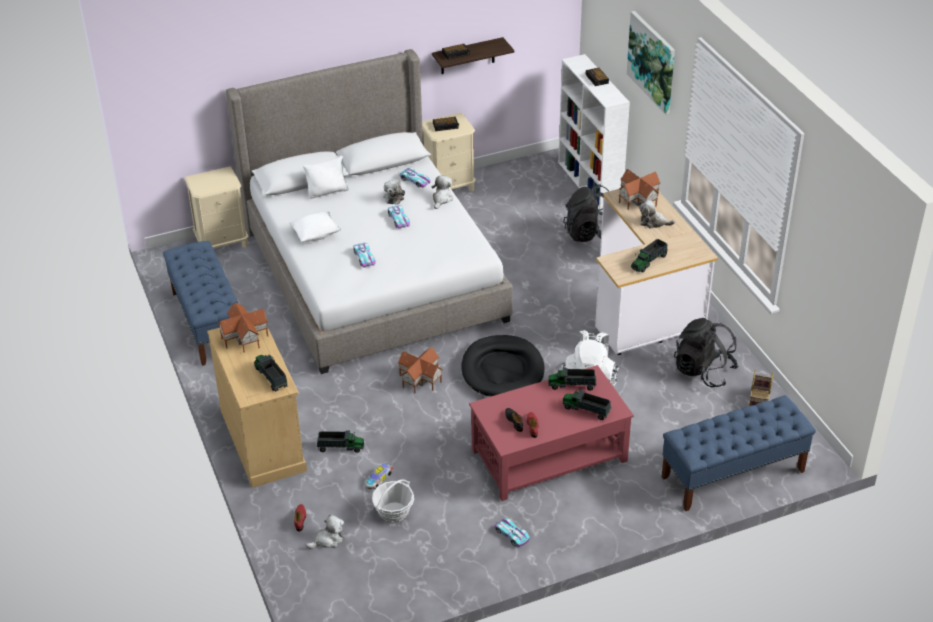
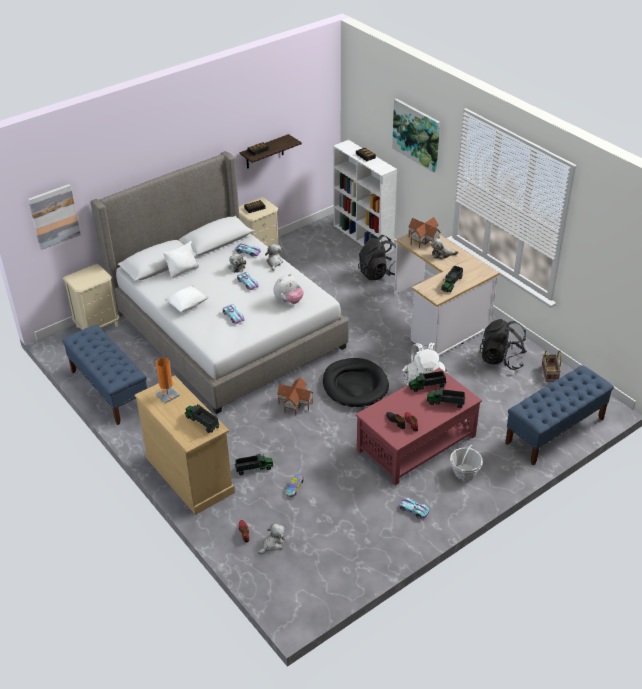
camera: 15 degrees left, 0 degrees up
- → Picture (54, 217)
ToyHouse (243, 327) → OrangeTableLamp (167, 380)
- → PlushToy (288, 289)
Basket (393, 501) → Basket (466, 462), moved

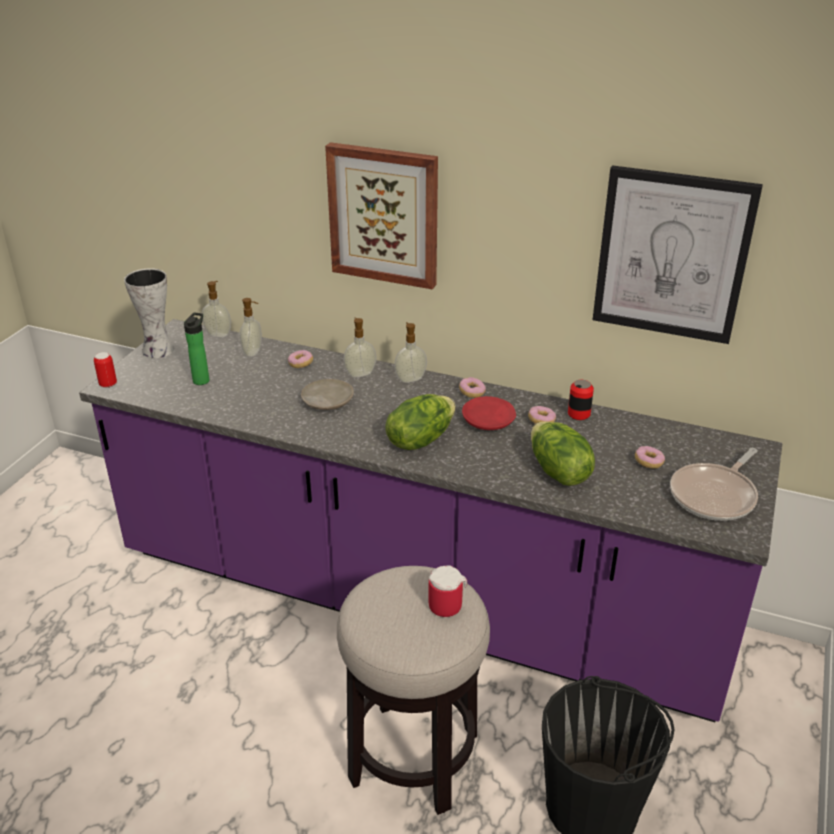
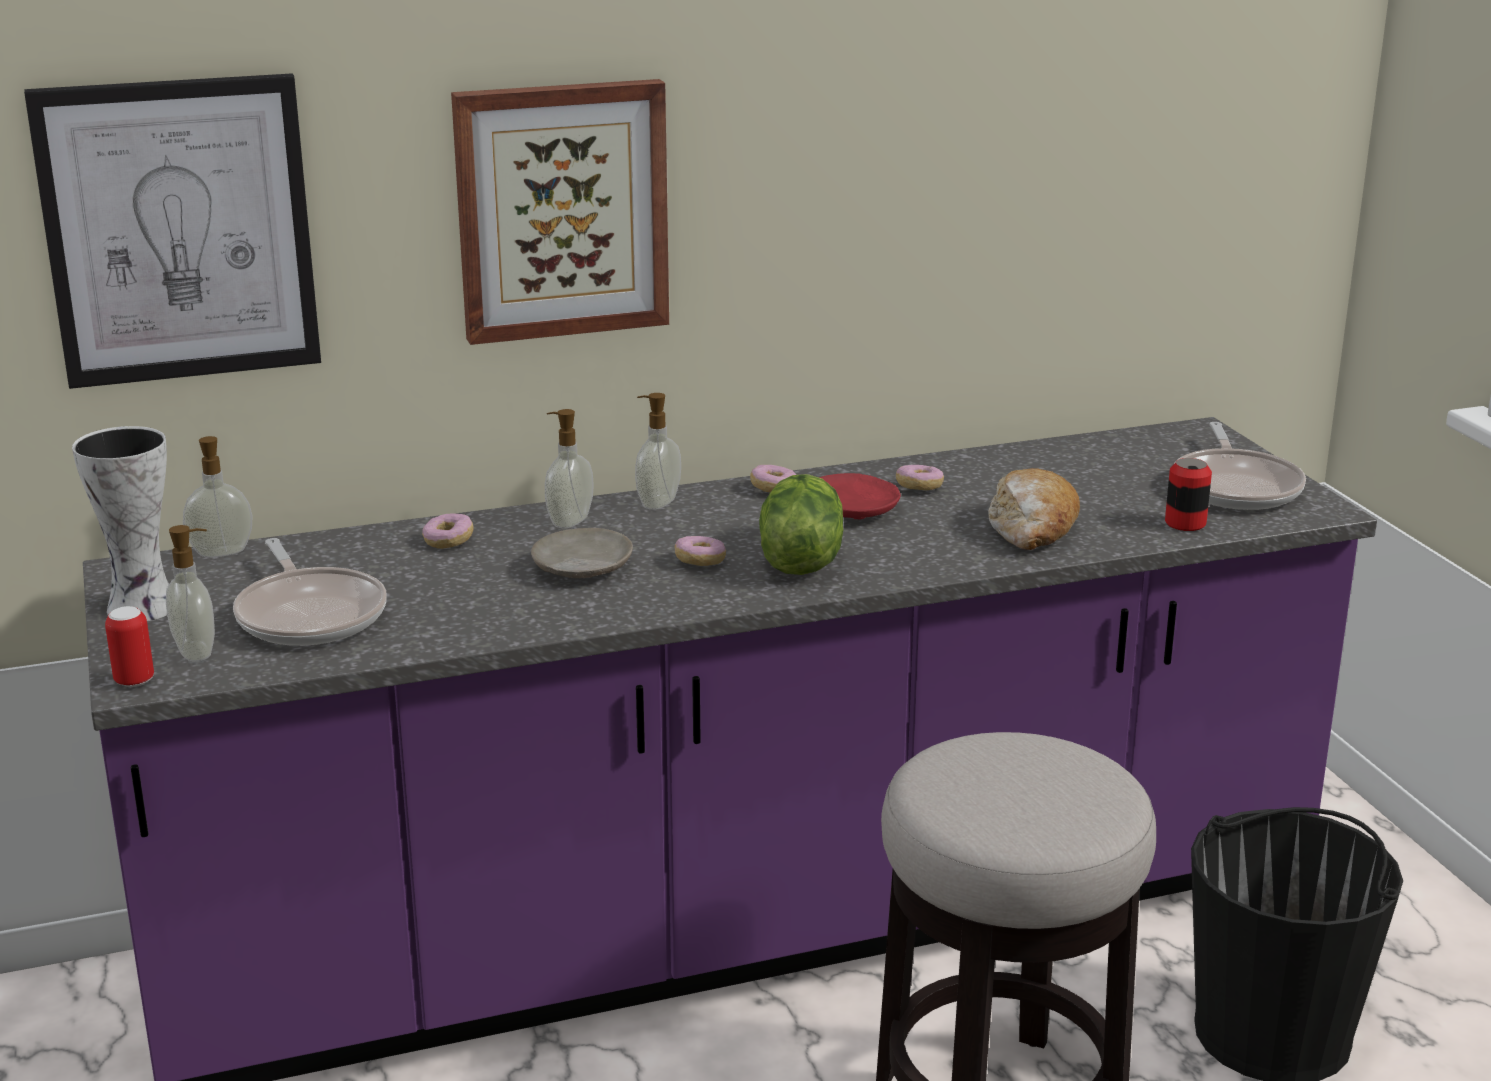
camera: 40 degrees left, 10 degrees down
Picture (678, 254) → Picture (172, 231), moved
SoapDispenser (251, 327) → SoapDispenser (190, 593), moved
Bottle (196, 349) → FryingPan (310, 592)
Donut (650, 457) → Donut (700, 551), moved
Lettuce (563, 454) → Bread (1034, 509)
Can (581, 400) → Can (1188, 494), moved
Mug (448, 591) → -

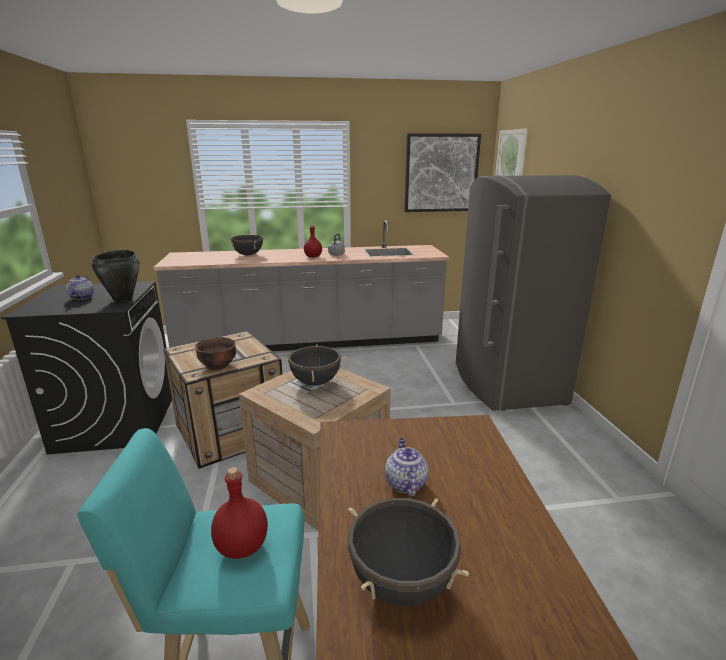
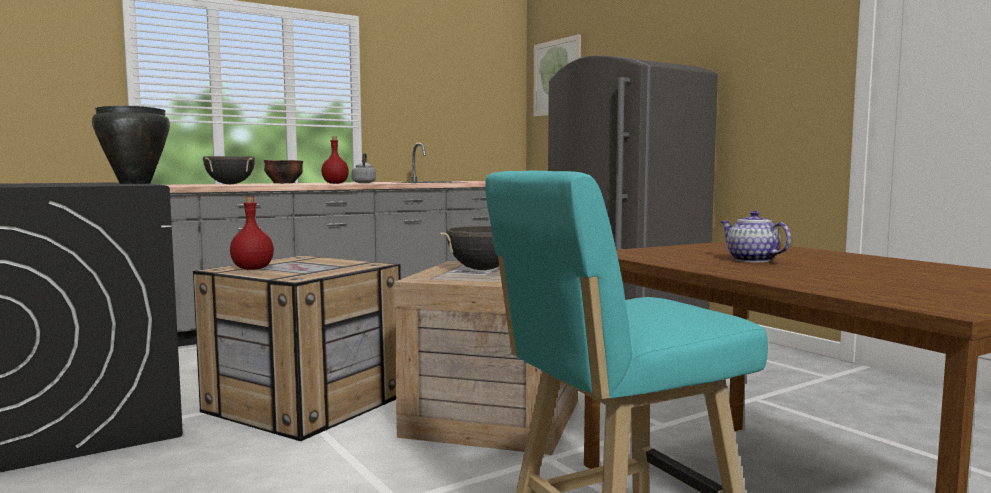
camera: 25 degrees left, 15 degrees down
RedBottle (239, 513) → RedBottle (252, 233), moved
BrownBowl (215, 353) → BrownBowl (283, 172), moved
Teapot (80, 287) → -
BlackCookingPot (408, 552) → -
Picture (442, 172) → -

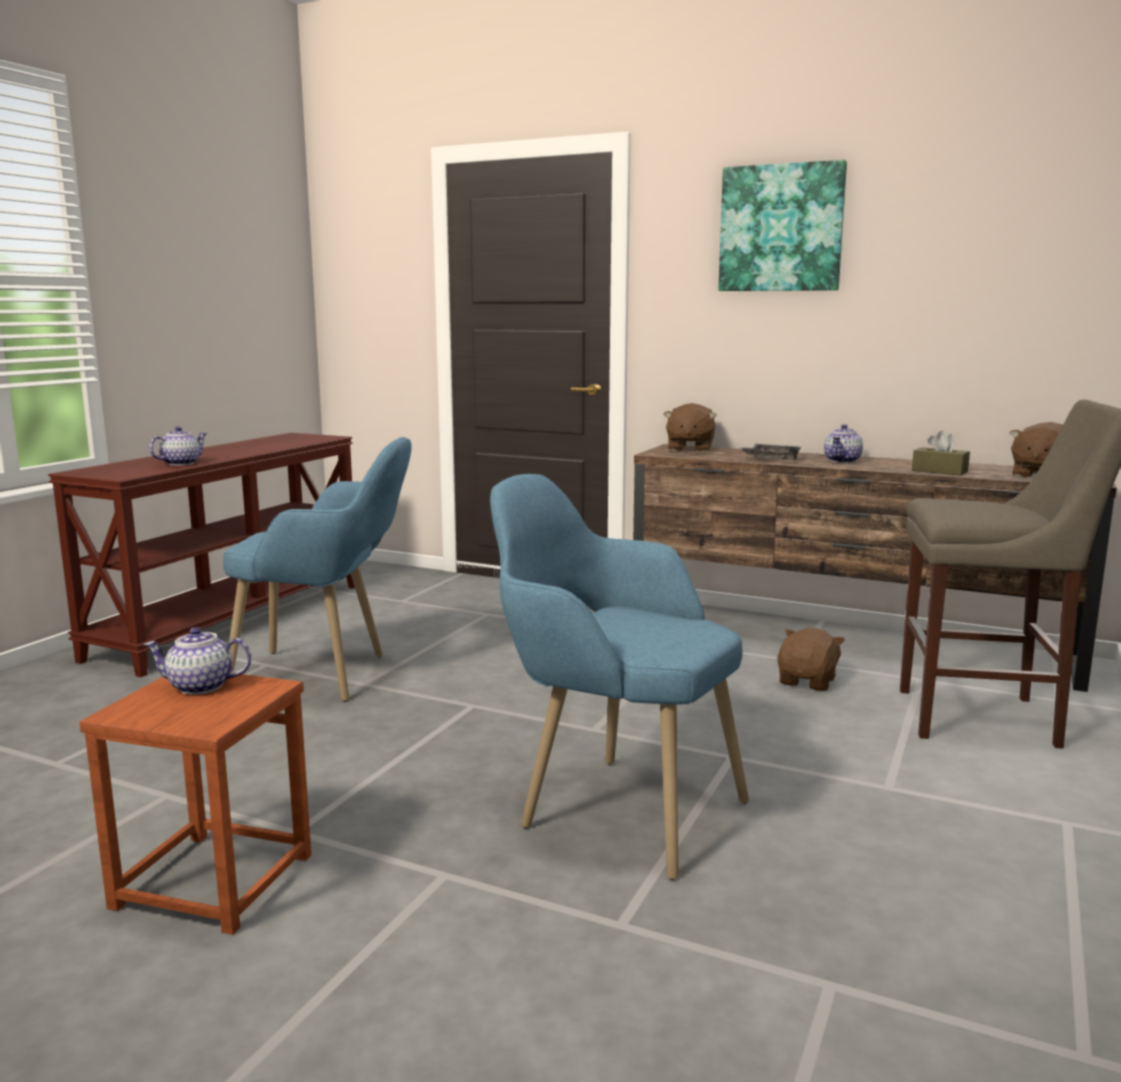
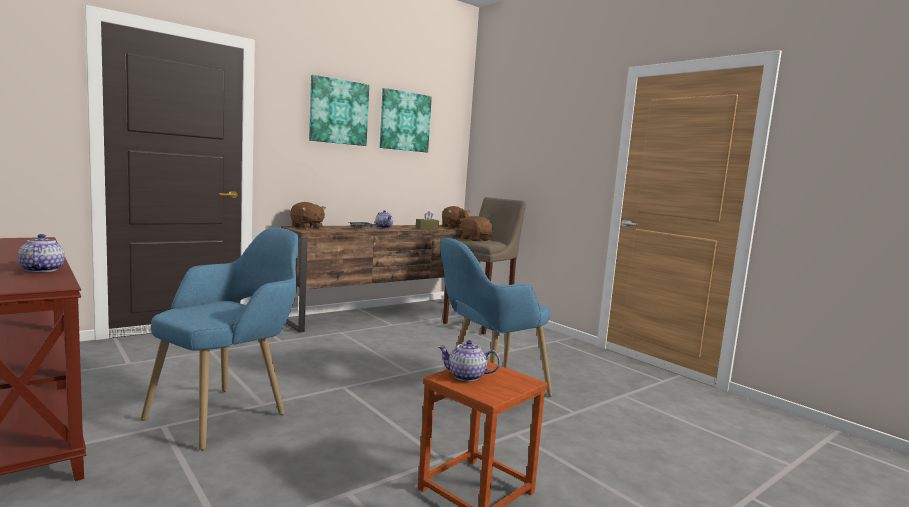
camera: 65 degrees left, 5 degrees down
- → Picture (406, 120)
Teapot (197, 661) → Teapot (469, 361), 75 degrees clockwise
BrownPlushToy (811, 659) → BrownPlushToy (476, 228), moved

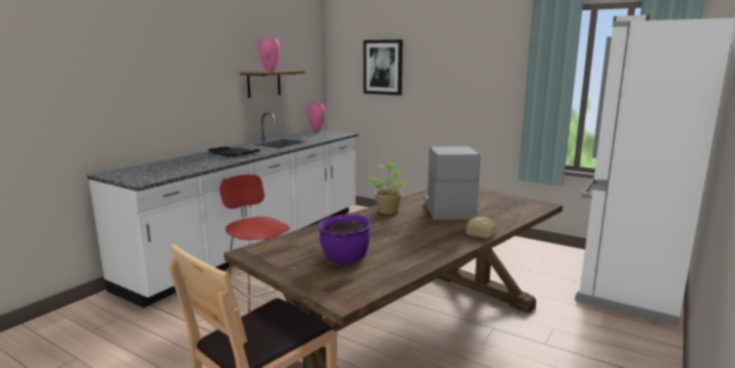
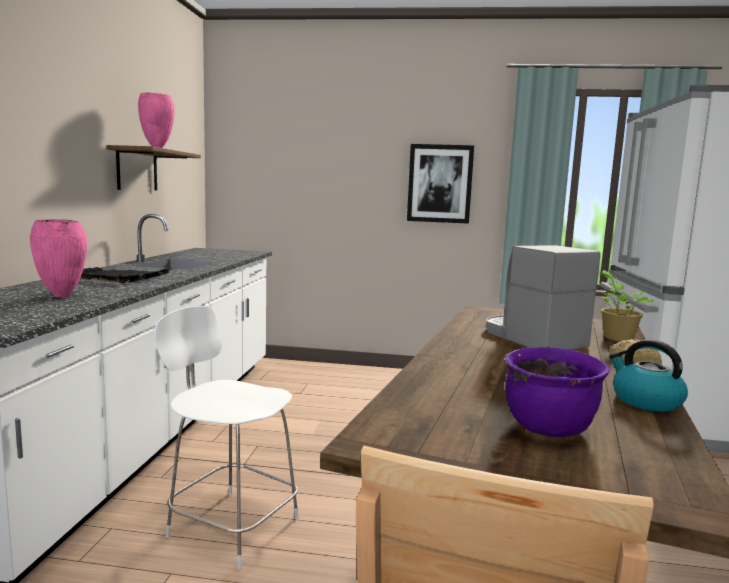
camera: 25 degrees left, 5 degrees down
PinkVase (316, 117) → PinkVase (58, 258), moved
RedStool (255, 243) → WhiteStool (226, 437)
Picture (383, 67) → Picture (440, 184), moved
PottedPlant (386, 188) → PottedPlant (626, 305), moved
- → Kettle (648, 376)

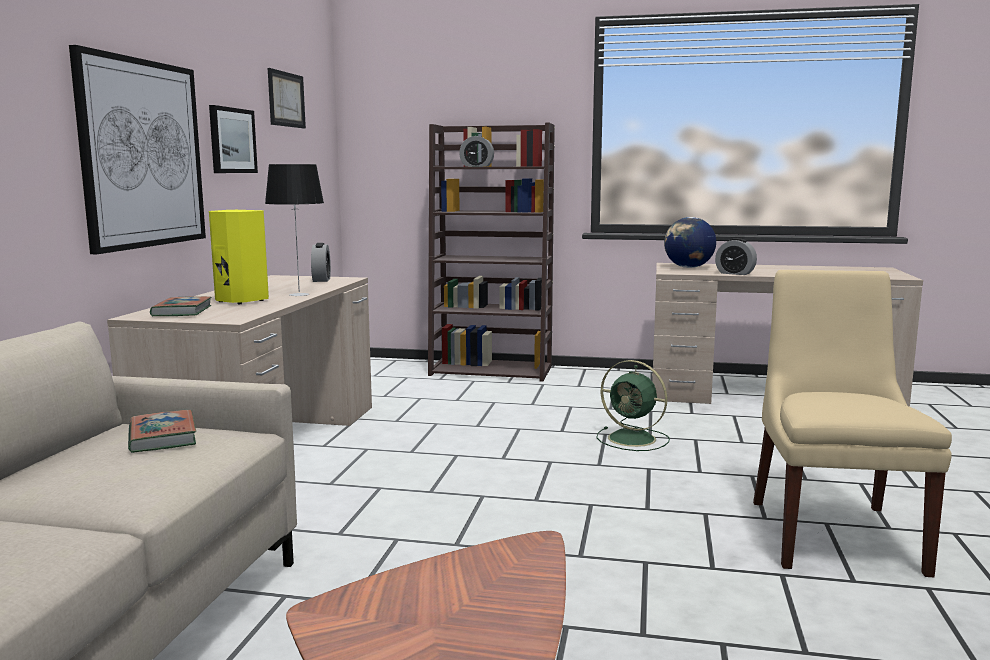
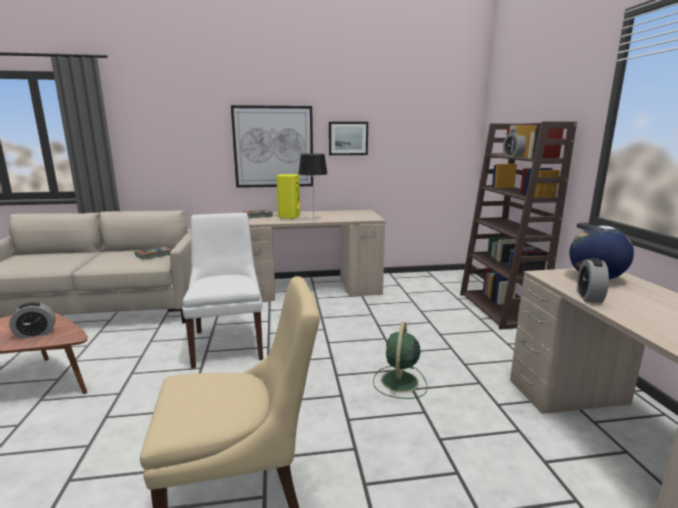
camera: 70 degrees right, 5 degrees up
AlarmClock (321, 262) → AlarmClock (32, 320), moved
- → WhiteChair (223, 291)
Picture (287, 98) → -

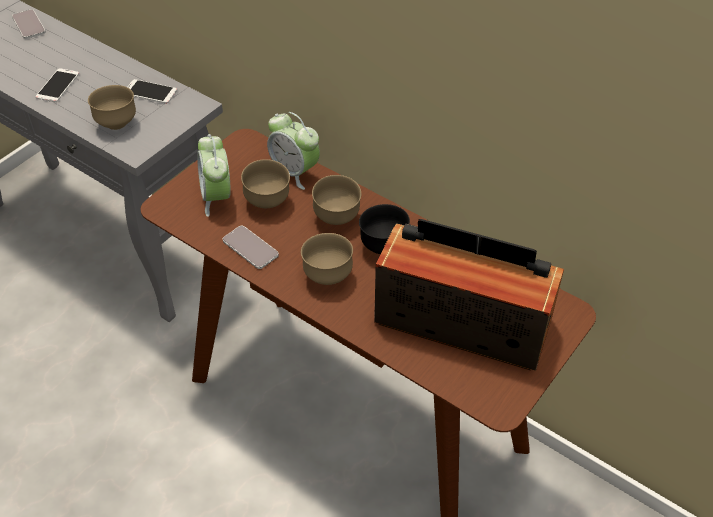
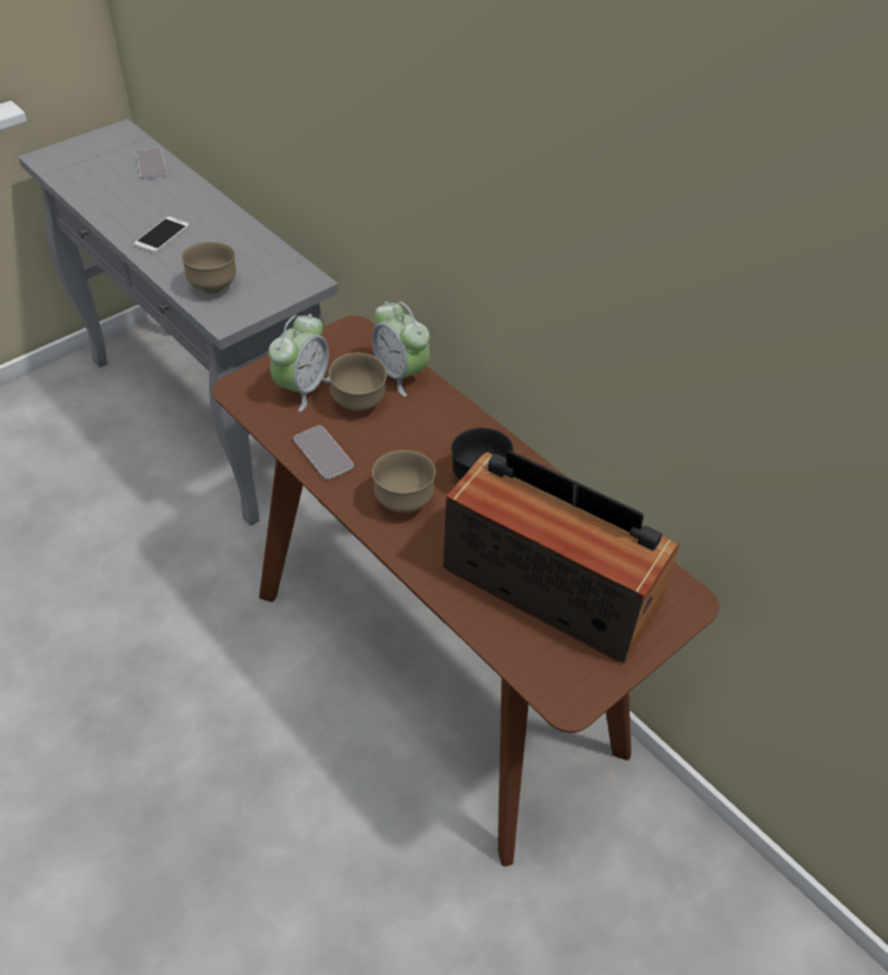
camera: 10 degrees right, 0 degrees up
AlarmClock (214, 175) → AlarmClock (299, 363), 150 degrees counterclockwise
Phone (152, 91) → -
BrownBowl (336, 200) → -

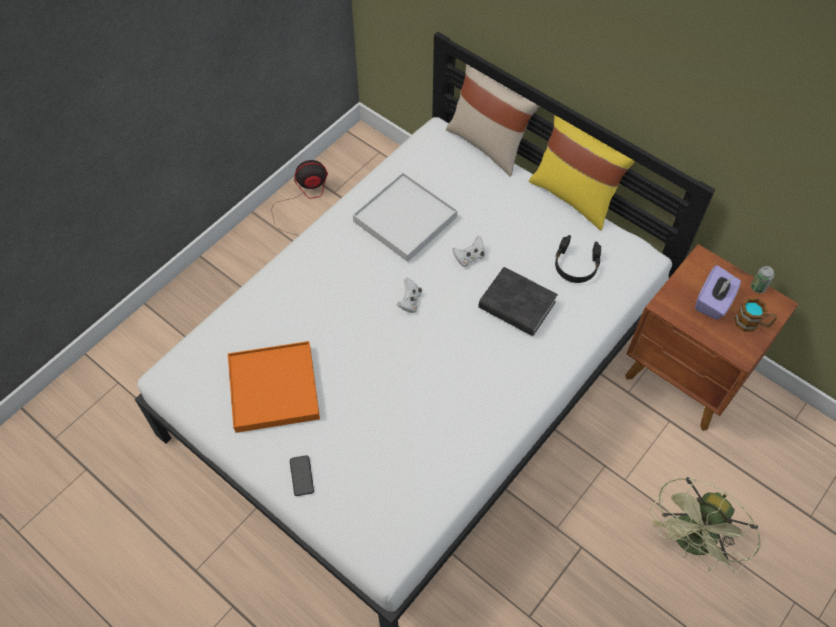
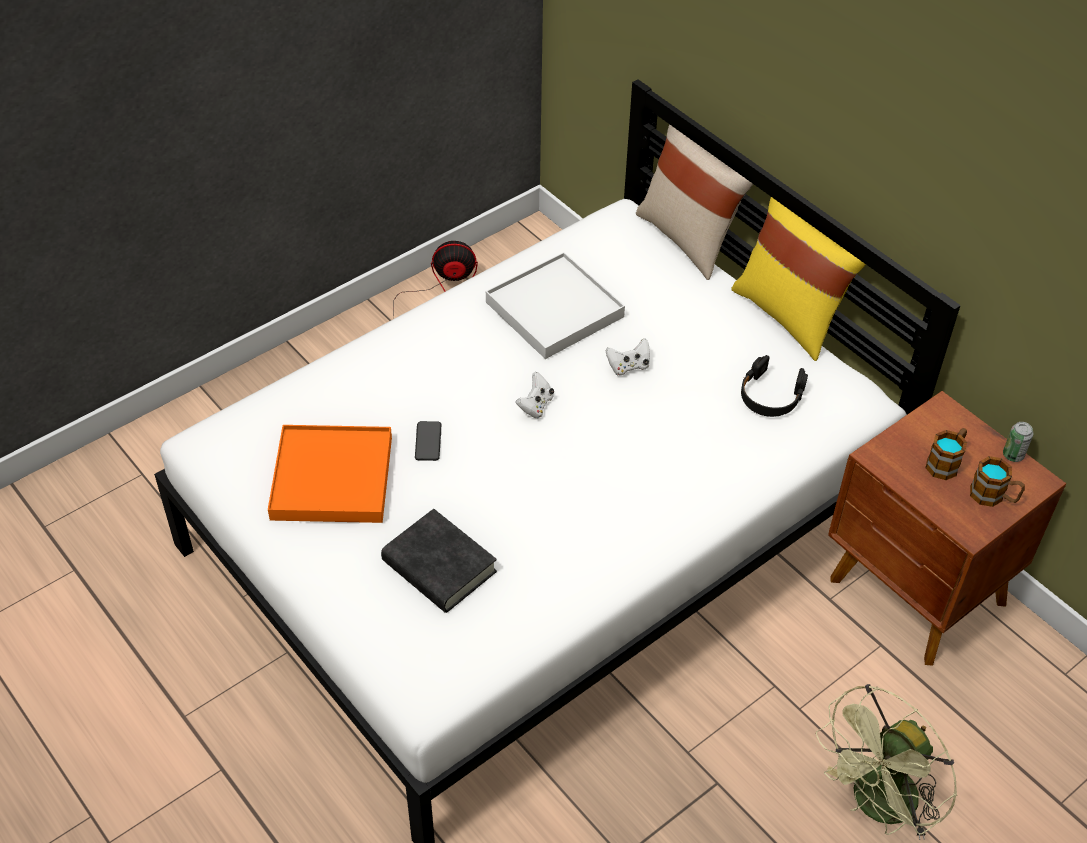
camera: 10 degrees right, 10 degrees down
BlackBook (518, 301) → BlackBook (439, 561), moved
Phone (302, 475) → Phone (428, 441), moved
PurpleTissueBox (718, 292) → Mug (946, 454)

